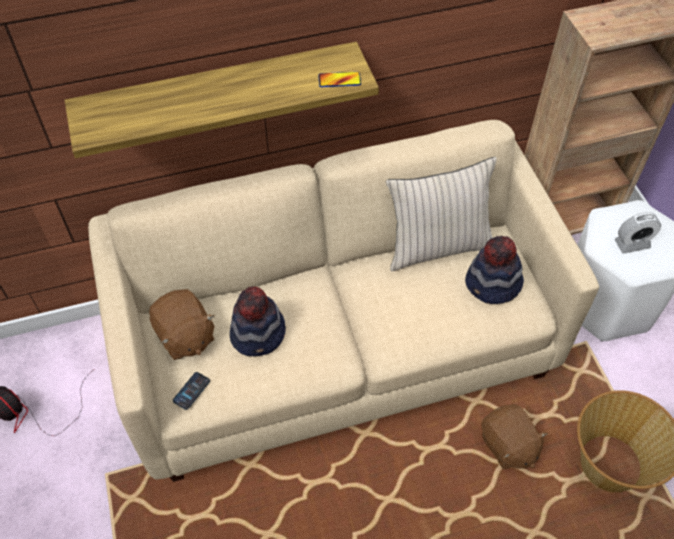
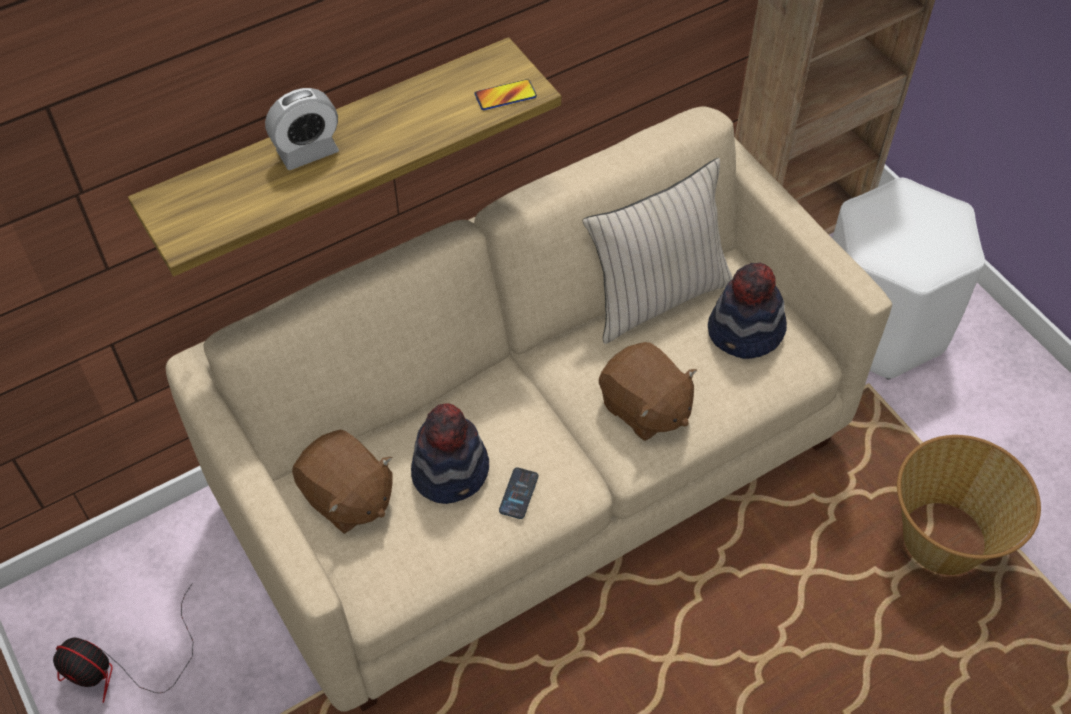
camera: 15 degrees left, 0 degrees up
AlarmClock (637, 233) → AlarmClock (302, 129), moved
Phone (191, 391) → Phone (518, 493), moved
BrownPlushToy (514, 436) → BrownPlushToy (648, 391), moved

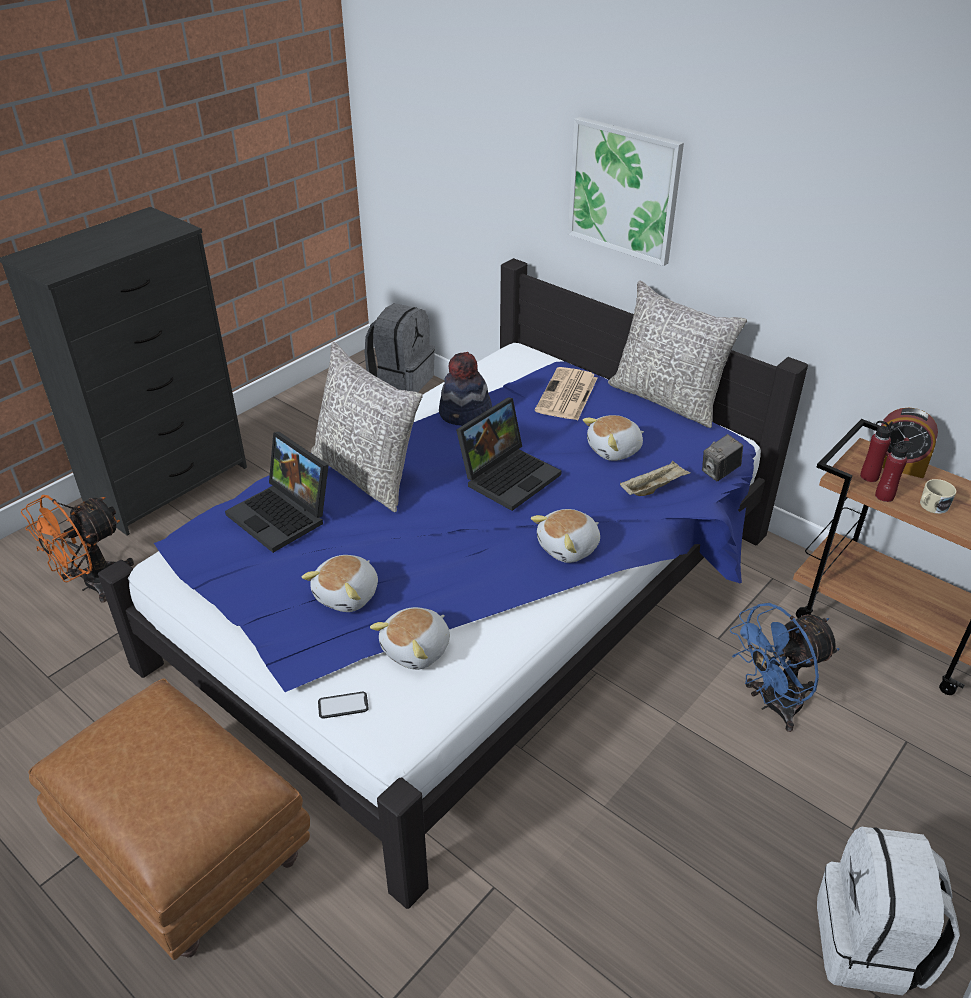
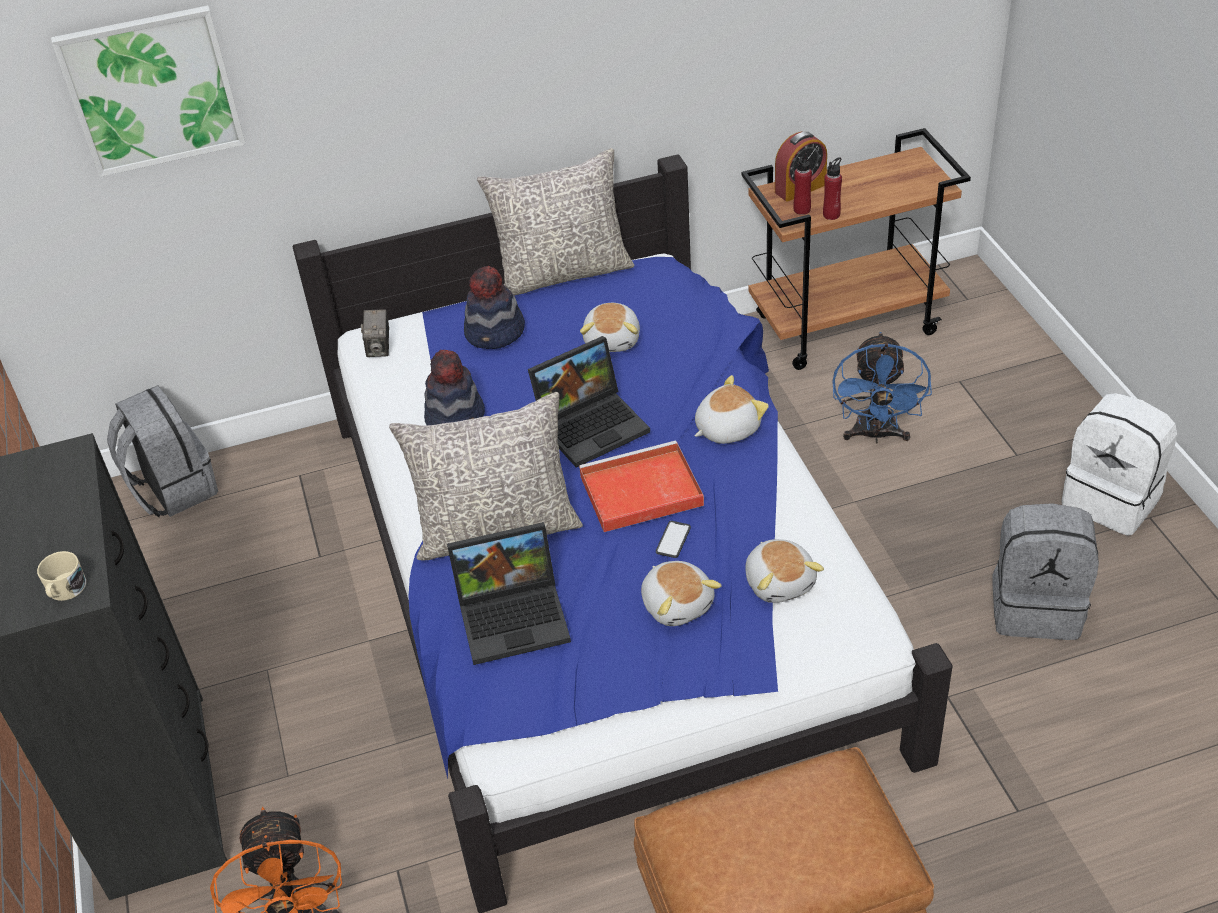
camera: 55 degrees left, 5 degrees up
BeigeMug (938, 496) → BeigeMug (61, 576), moved
Picture (626, 191) → Picture (148, 91), moved
PhotoCamera (722, 457) → PhotoCamera (375, 333), moved
Newspaper (566, 393) → Hat (494, 307)
Laptop (508, 454) → Laptop (589, 402), 75 degrees clockwise
- → RedTray (641, 486)
Phone (343, 705) → Phone (673, 539), moved
PlushToy (565, 536) → PlushToy (732, 409), 120 degrees counterclockwise
- → GreyBackpack (1045, 571)
BeigeTray (655, 478) → -

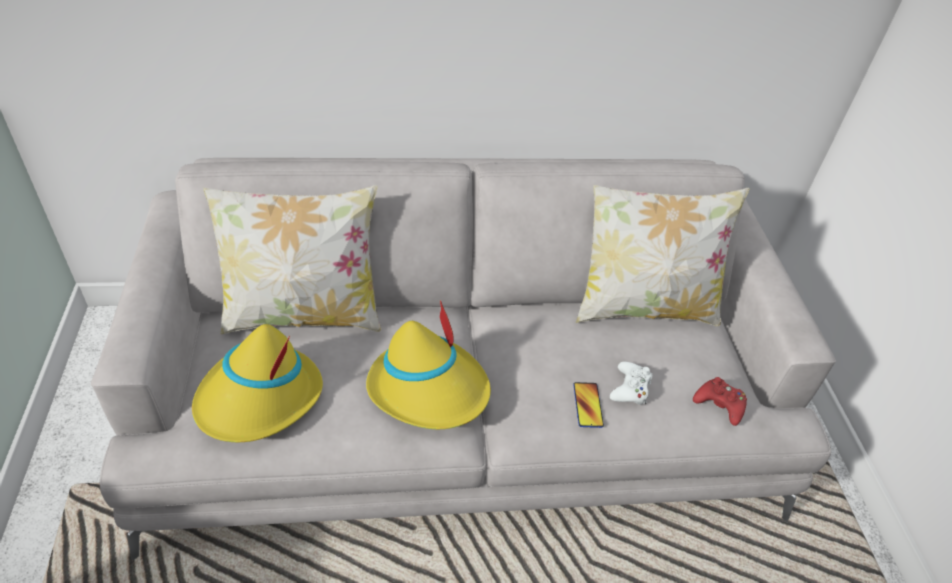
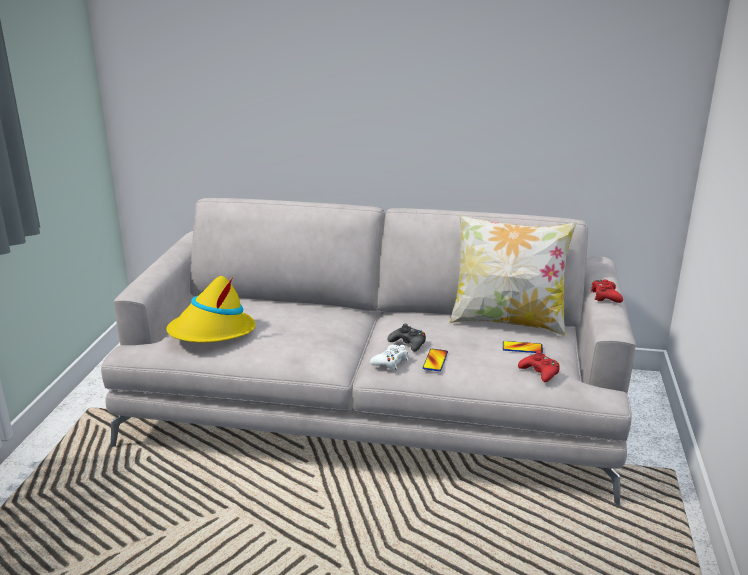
camera: 20 degrees right, 20 degrees down
WhiteGameController (631, 383) → WhiteGameController (389, 357), moved
- → BlackGameController (406, 338)
- → Phone (523, 347)
- → RedGameController (606, 291)
Pillow (292, 259) → -
YellowHat (428, 364) → -

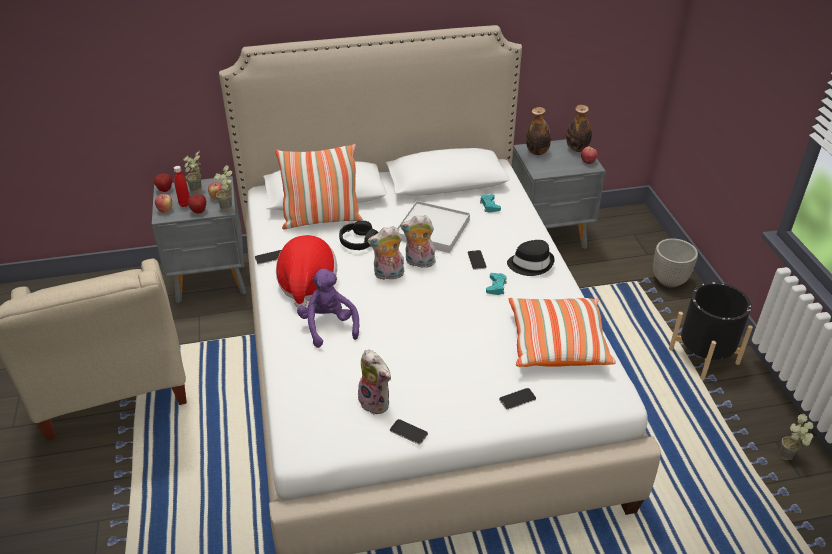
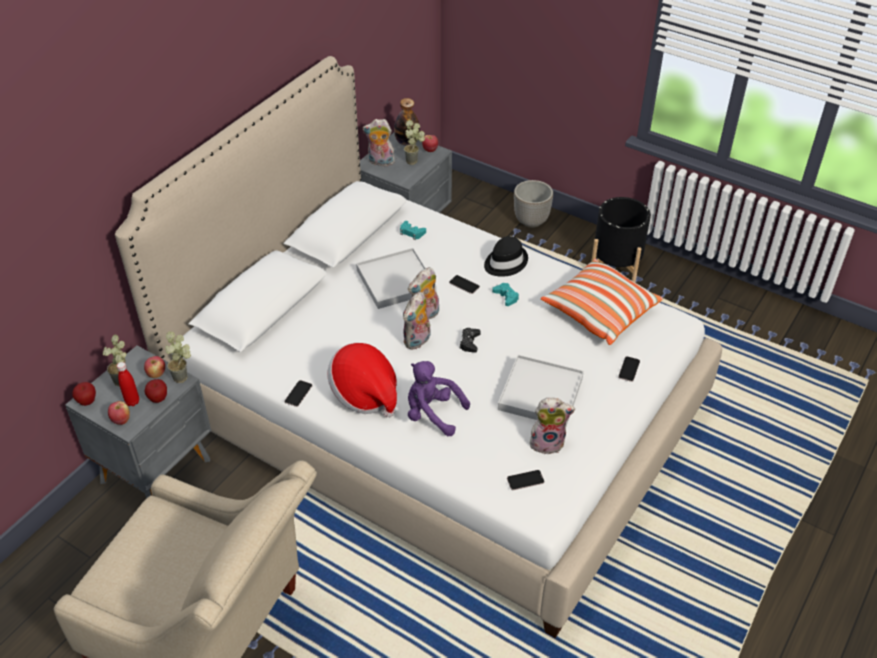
camera: 45 degrees left, 5 degrees up
Bottle (538, 131) → PlushToy (379, 142)
PottedPlant (796, 437) → PottedPlant (414, 142), moved
- → BlackGameController (470, 340)
- → WhiteTray (541, 390)
Phone (409, 432) → Phone (525, 480), moved
Pillow (318, 187) → -
BlackHeadphones (358, 235) → -

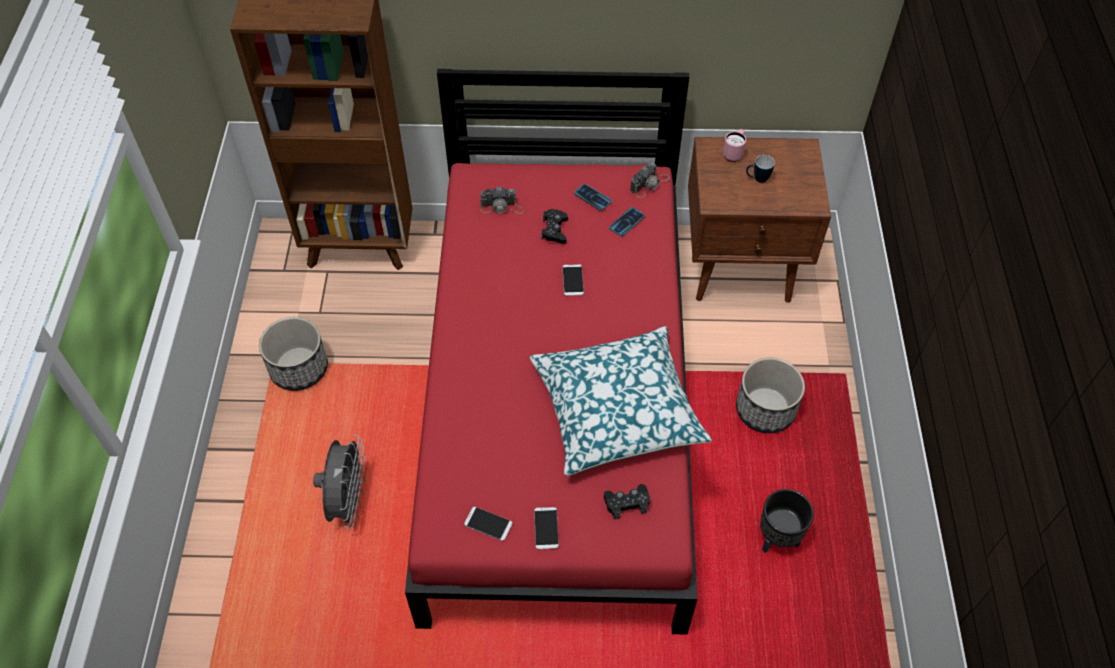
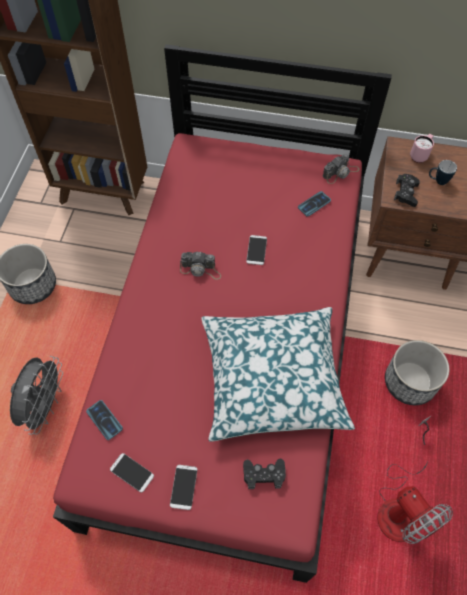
camera: 10 degrees right, 5 degrees up
Phone (593, 197) → Phone (104, 420), moved
PhotoCamera (502, 200) → PhotoCamera (200, 266), moved
BlackPlanter (787, 521) → Fan (415, 480)
BlackGameController (554, 226) → BlackGameController (407, 190), moved

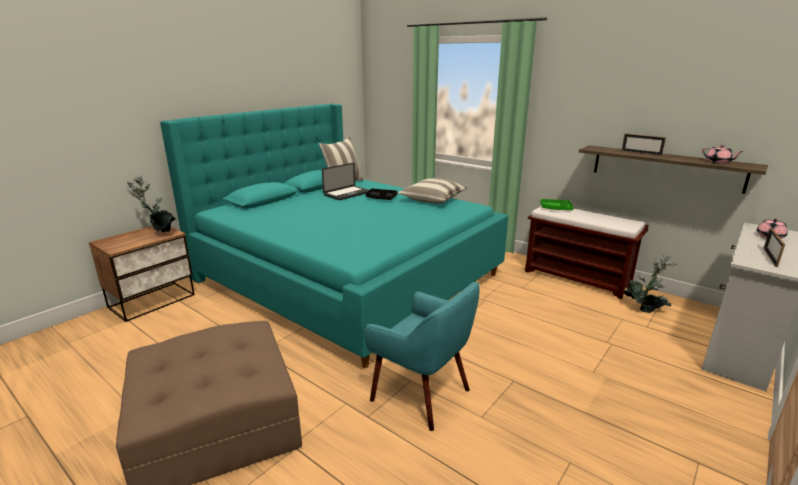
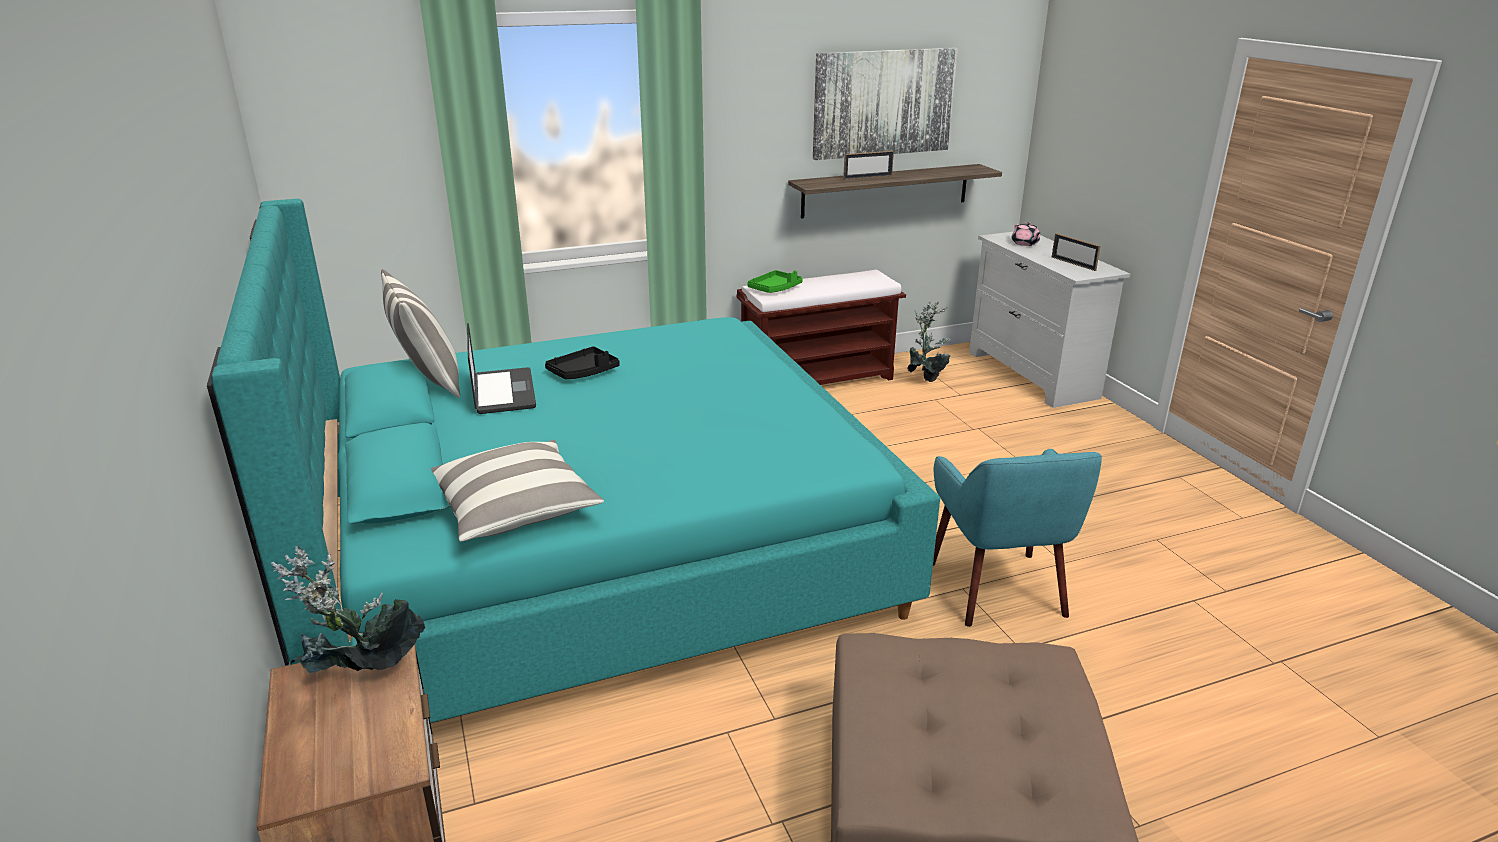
camera: 60 degrees left, 5 degrees up
Pillow (432, 191) → Pillow (517, 491), moved
- → Picture (885, 104)
TurquoiseArmchair (421, 356) → TurquoiseArmchair (1017, 538), 105 degrees clockwise
PinkTeapot (723, 154) → -

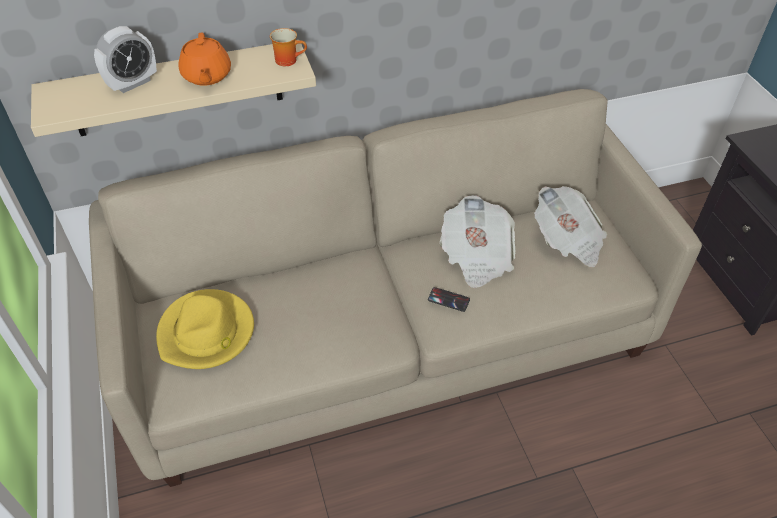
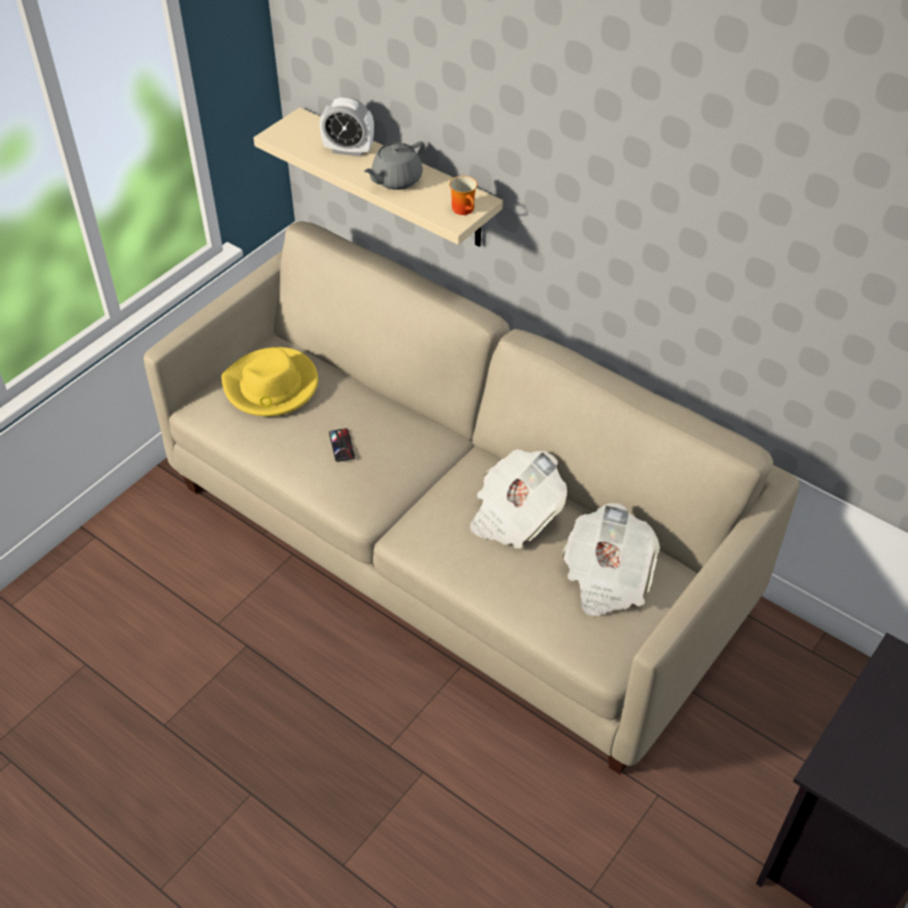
camera: 55 degrees right, 0 degrees up
Phone (449, 299) → Phone (342, 445), moved
OrangeTeapot (204, 59) → GreyTeapot (394, 165)

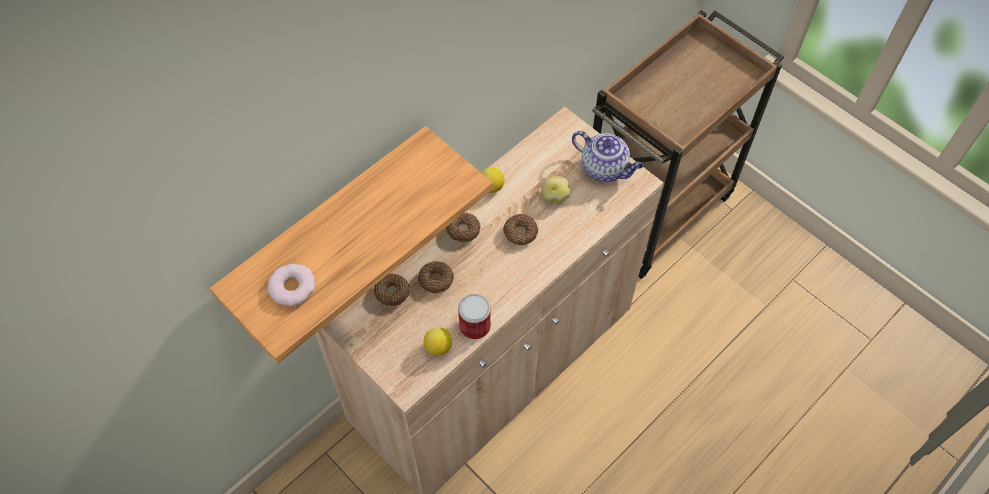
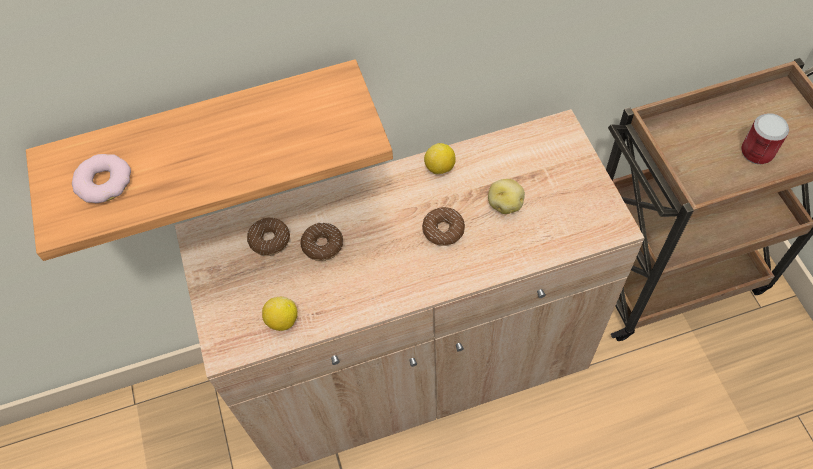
camera: 30 degrees right, 0 degrees up
Can (474, 316) → Can (765, 138), moved
Donut (463, 227) → -
Teapot (607, 156) → -

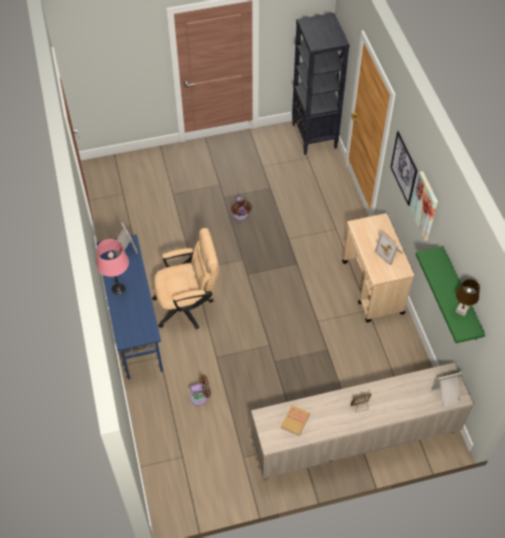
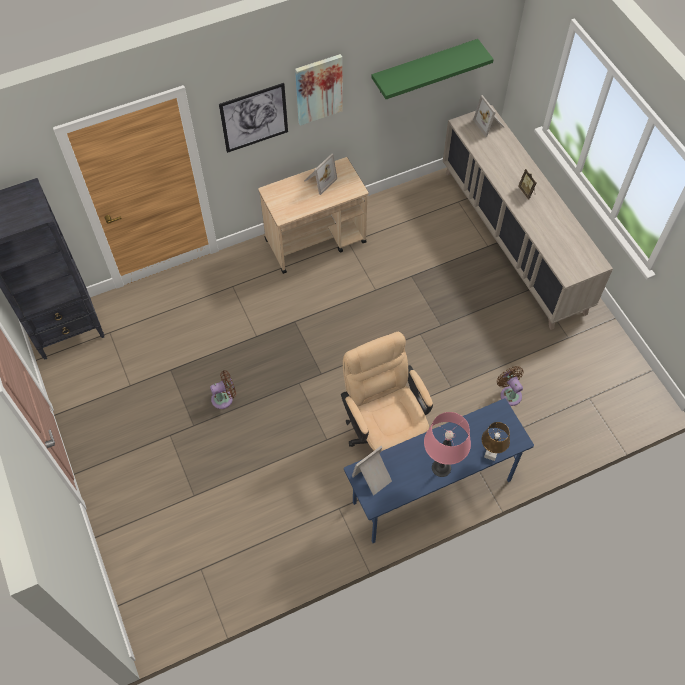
camera: 100 degrees left, 5 degrees up
BrownTableLamp (468, 298) → BrownTableLamp (496, 441), moved
Book (295, 420) → -

